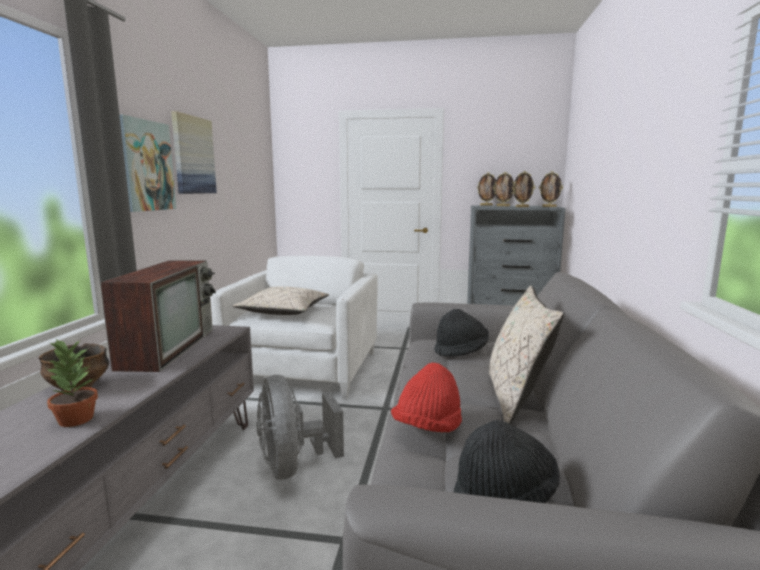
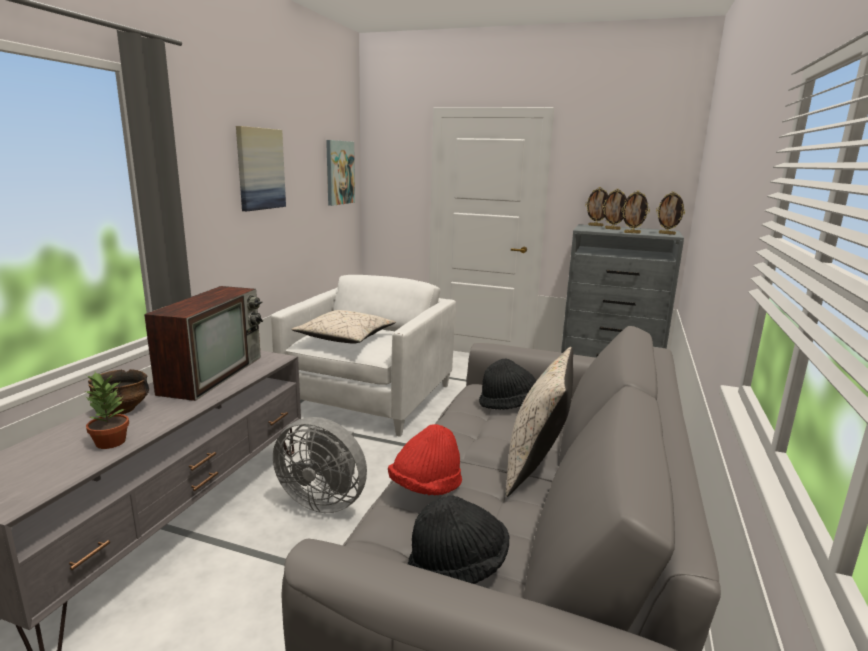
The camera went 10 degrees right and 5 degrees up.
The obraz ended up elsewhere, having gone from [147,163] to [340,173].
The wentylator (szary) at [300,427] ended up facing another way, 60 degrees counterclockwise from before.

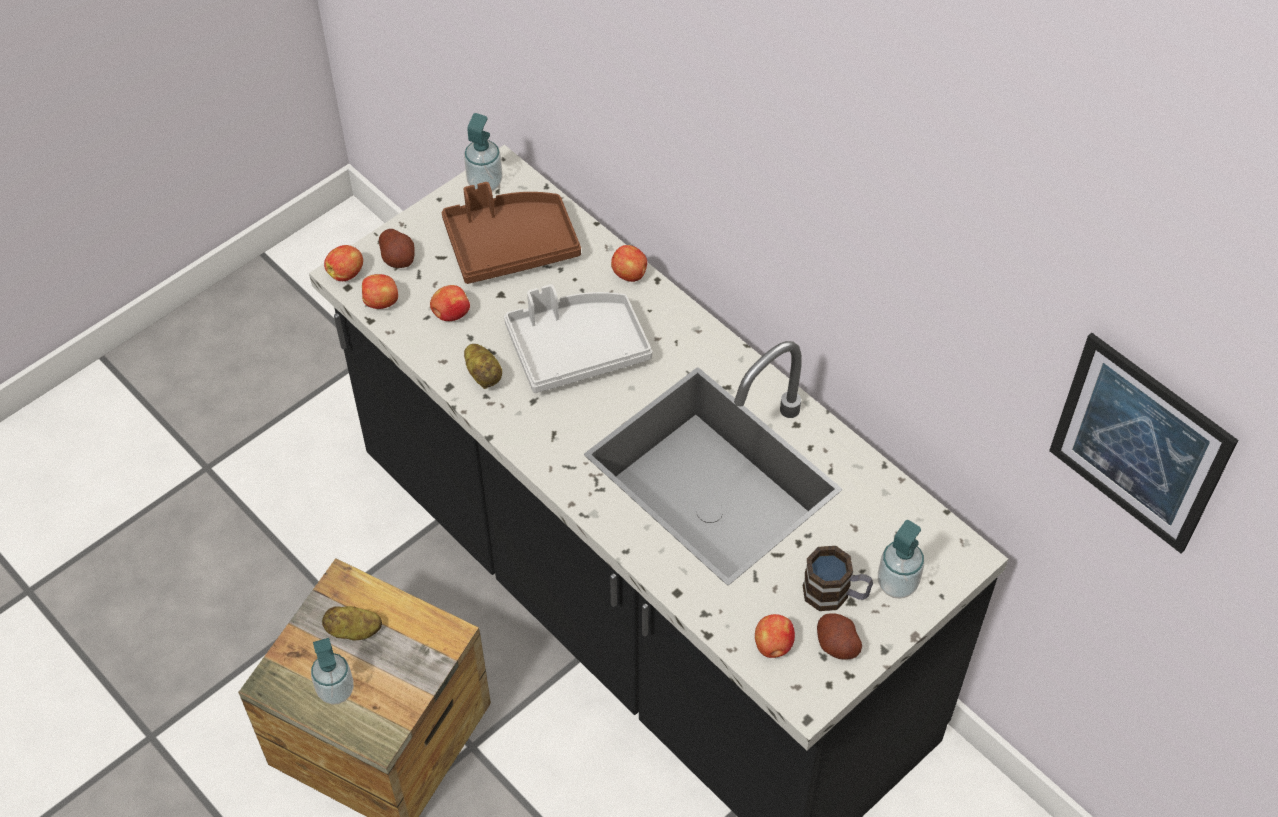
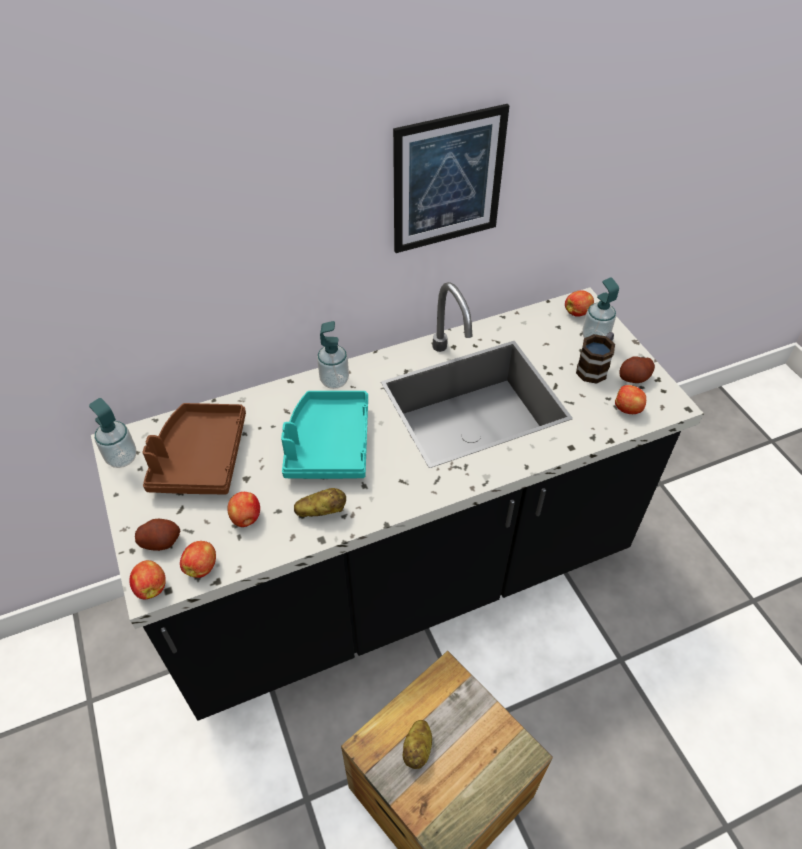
The camera went 70 degrees left and 5 degrees down.
The dozownik mydła ended up elsewhere, having gone from [332,671] to [333,355].
The jabłko ended up elsewhere, having gone from [629,263] to [579,303].
The obraz ended up elsewhere, having gone from [1143,443] to [451,178].
What was the taca (szary) at [578,338] turned into the taca (turkusowy) at [324,435].

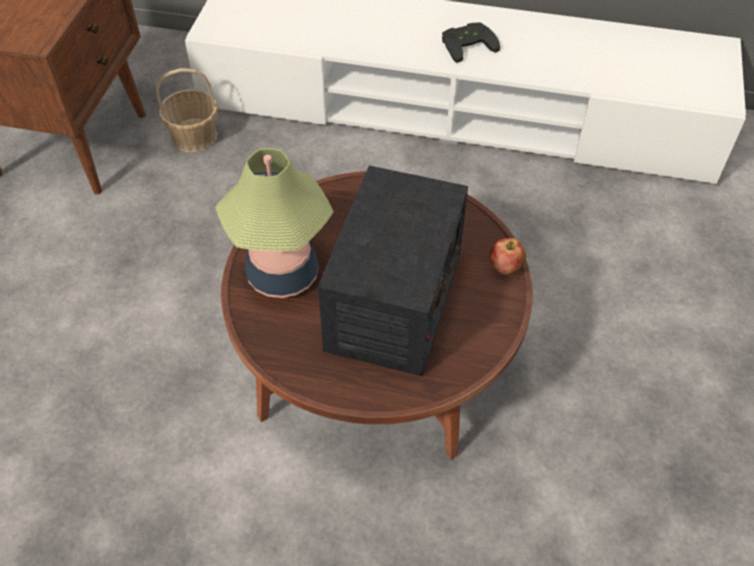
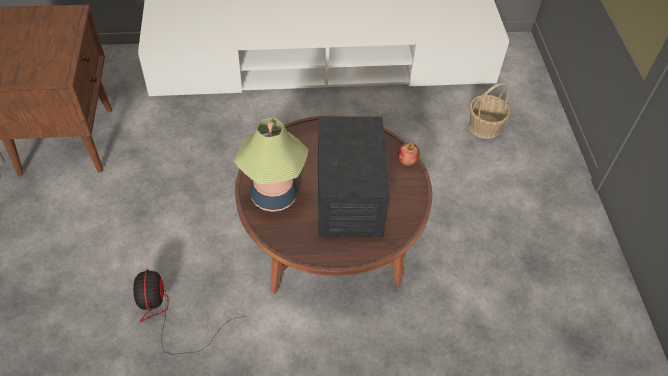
The camera went 20 degrees left and 0 degrees up.
The second view lost the pad do gier (czarny) at [471,42].
The second view gained the wentylator at [190,312].
The koszyk ended up elsewhere, having gone from [187,110] to [489,111].

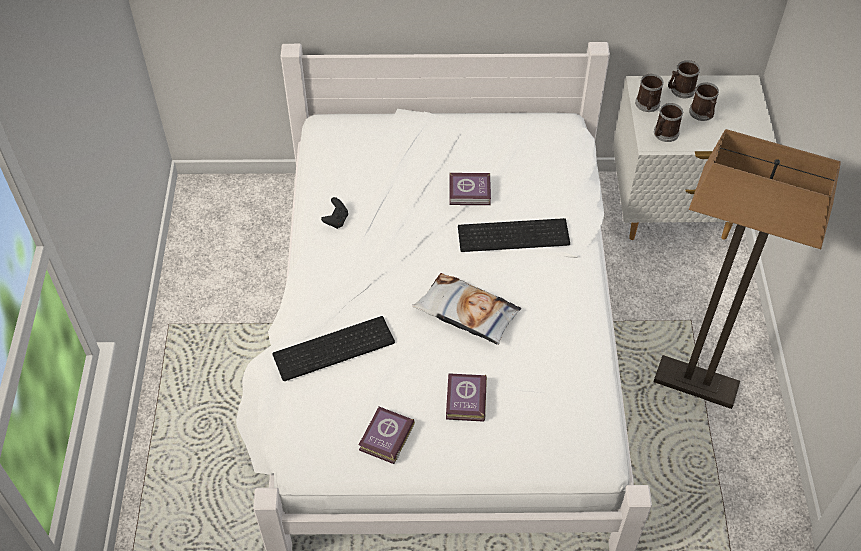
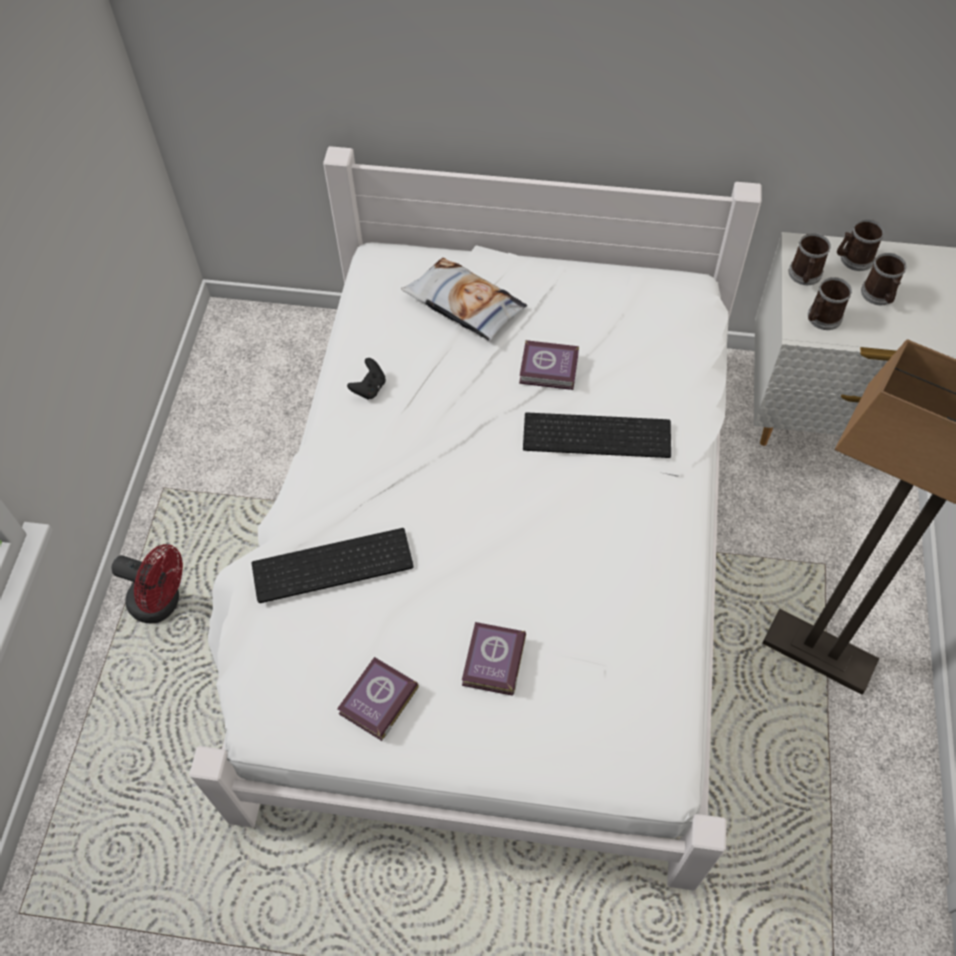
The camera went 10 degrees right and 5 degrees up.
The second view gained the wentylator (czerwony) at [147,583].
The poduszka ended up elsewhere, having gone from [466,309] to [464,299].

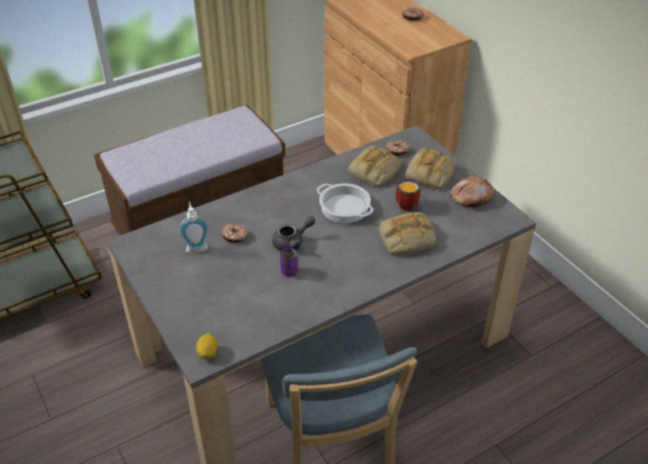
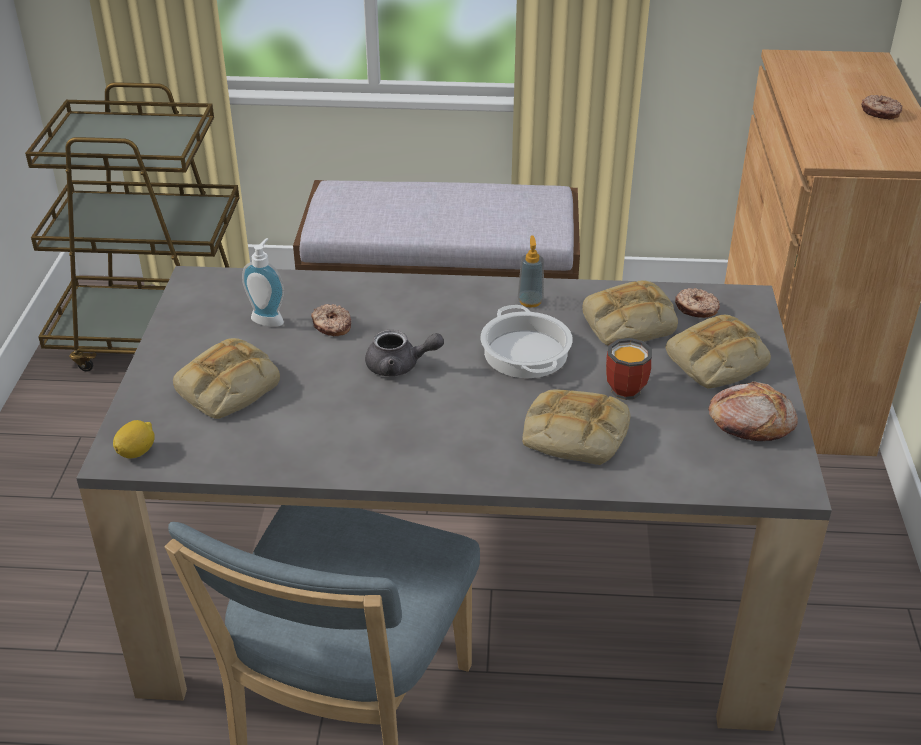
The camera went 35 degrees right and 5 degrees down.
The second view lost the filiżanka (fioletowy) at [289,262].
The second view gained the chleb at [226,378].
The second view gained the dozownik mydła at [530,272].

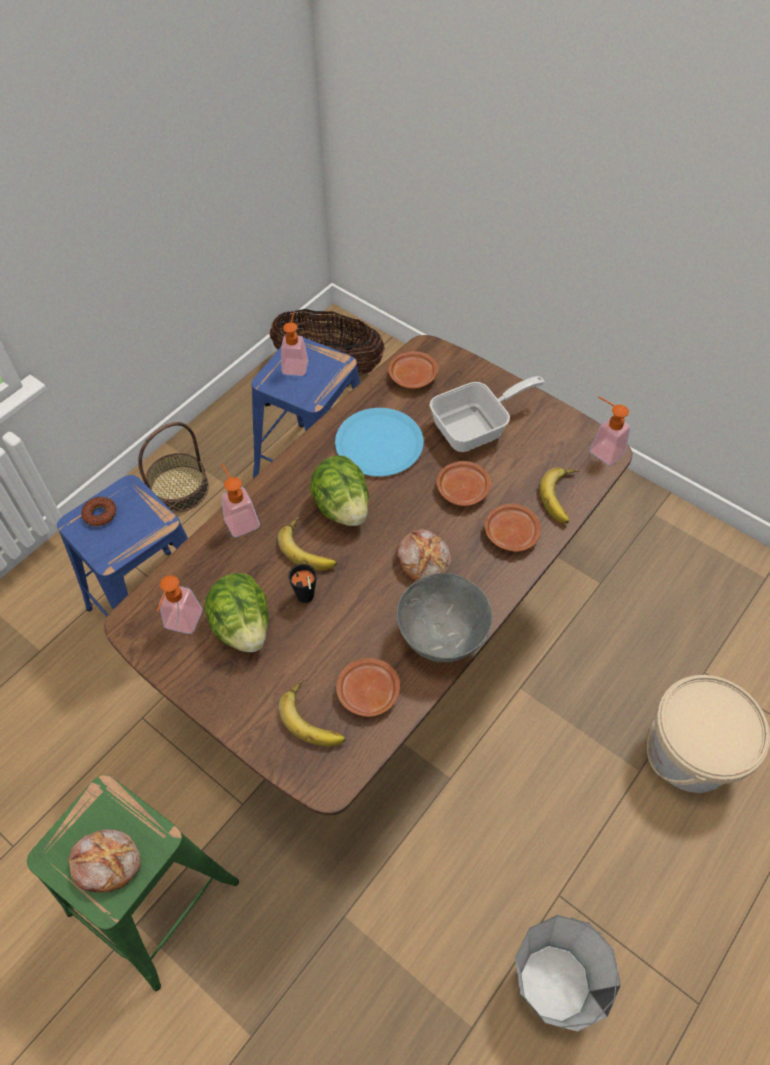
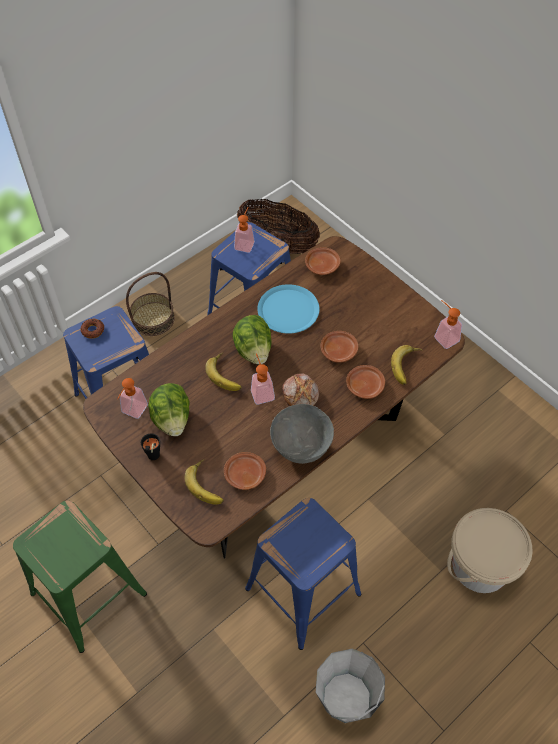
The camera went 10 degrees right and 0 degrees up.
The second view lost the chleb at [104,860].
The second view lost the patelnia at [487,414].
The second view gained the stołek (niebieski) at [303,574].
The dozownik mydła ended up elsewhere, having gone from [240,500] to [263,378].
The filiżanka (czarny) ended up elsewhere, having gone from [302,583] to [150,446].

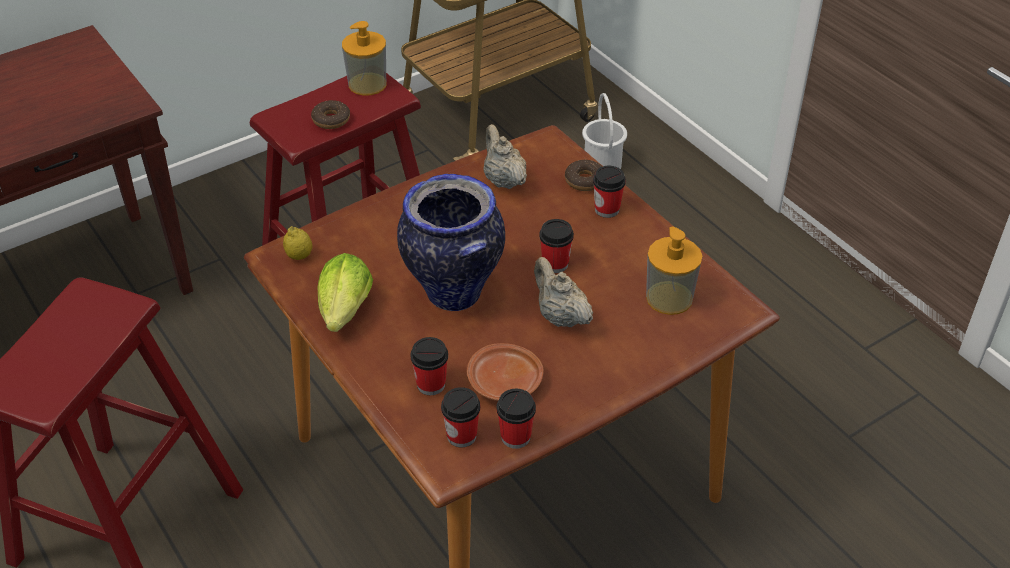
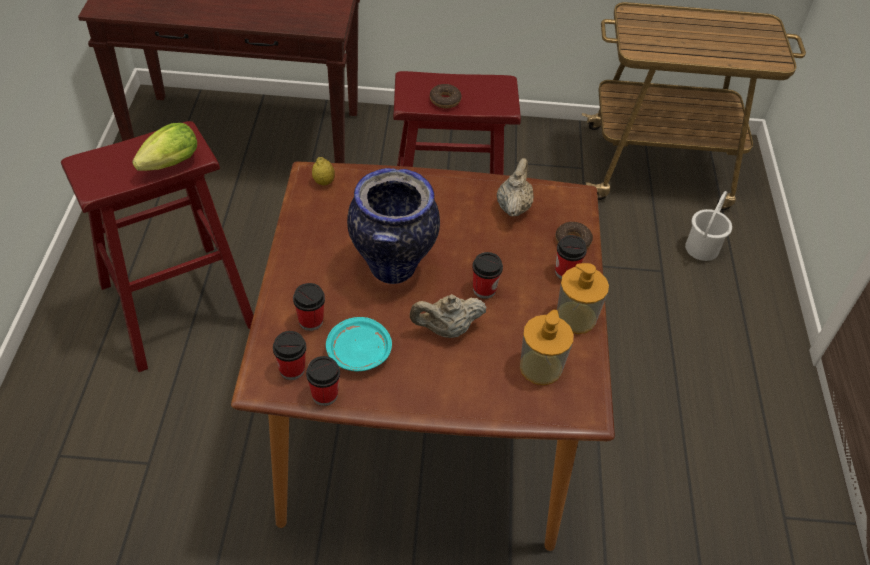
The camera went 35 degrees right and 5 degrees up.
The sałata ended up elsewhere, having gone from [345,292] to [164,147].
The dozownik mydła ended up elsewhere, having gone from [364,58] to [583,298].
What was the talerz (brązowy) at [505,372] turned into the talerz (turkusowy) at [359,344].
The imbryk (beżowy) at [563,292] ended up facing another way, 105 degrees counterclockwise from before.

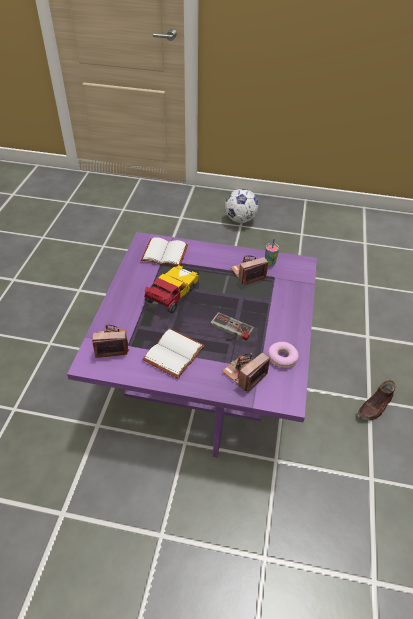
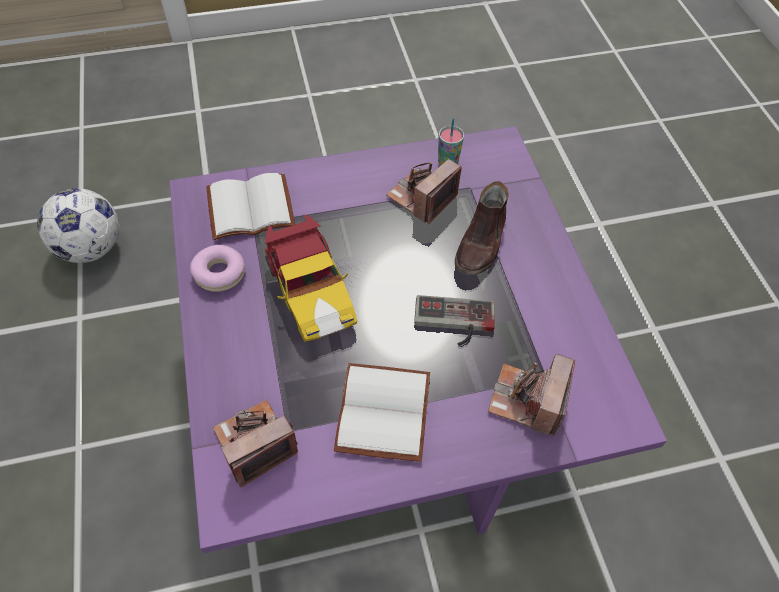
The camera went 25 degrees left and 10 degrees up.
The piłka futbolowa ended up elsewhere, having gone from [242,206] to [78,225].
The donut ended up elsewhere, having gone from [283,355] to [217,268].
The but (brązowy) ended up elsewhere, having gone from [377,400] to [482,228].
The samochodzik at [171,289] ended up facing another way, 150 degrees clockwise from before.

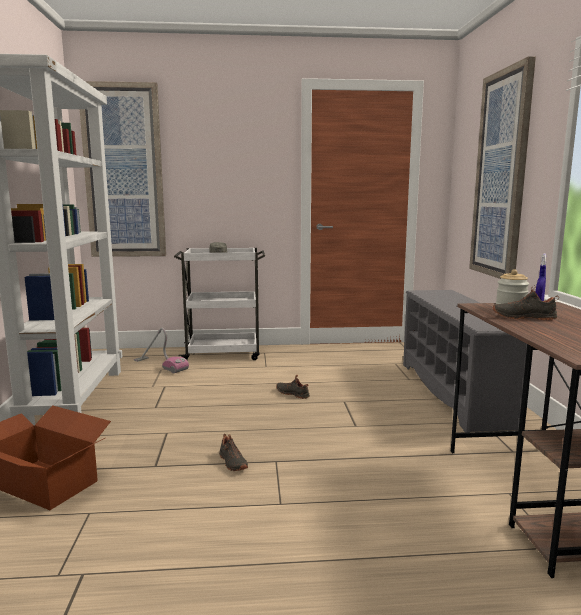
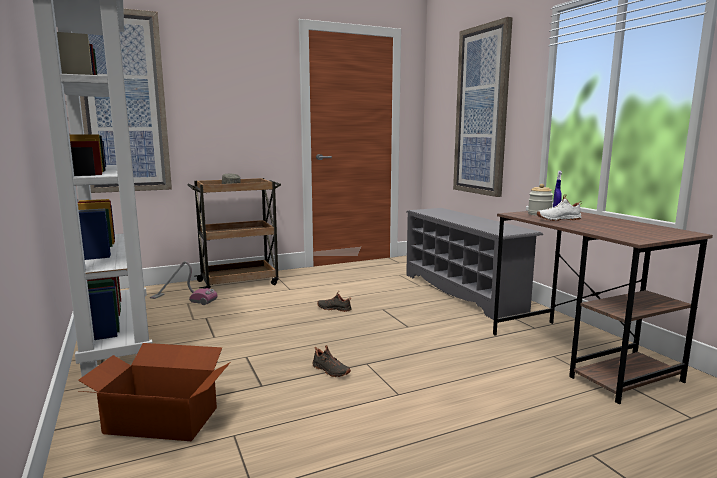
The camera went 20 degrees left and 0 degrees up.
What was the wózek (biały) at [219,304] turned into the wózek (brązowy) at [234,233].
What was the but (czarny) at [526,302] turned into the but (biały) at [559,207].

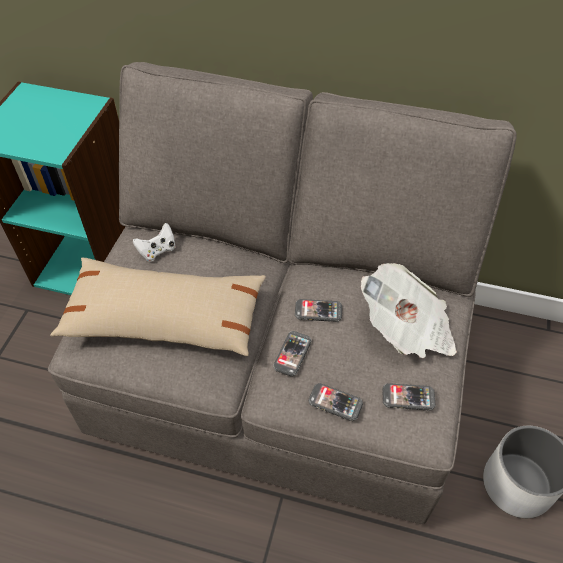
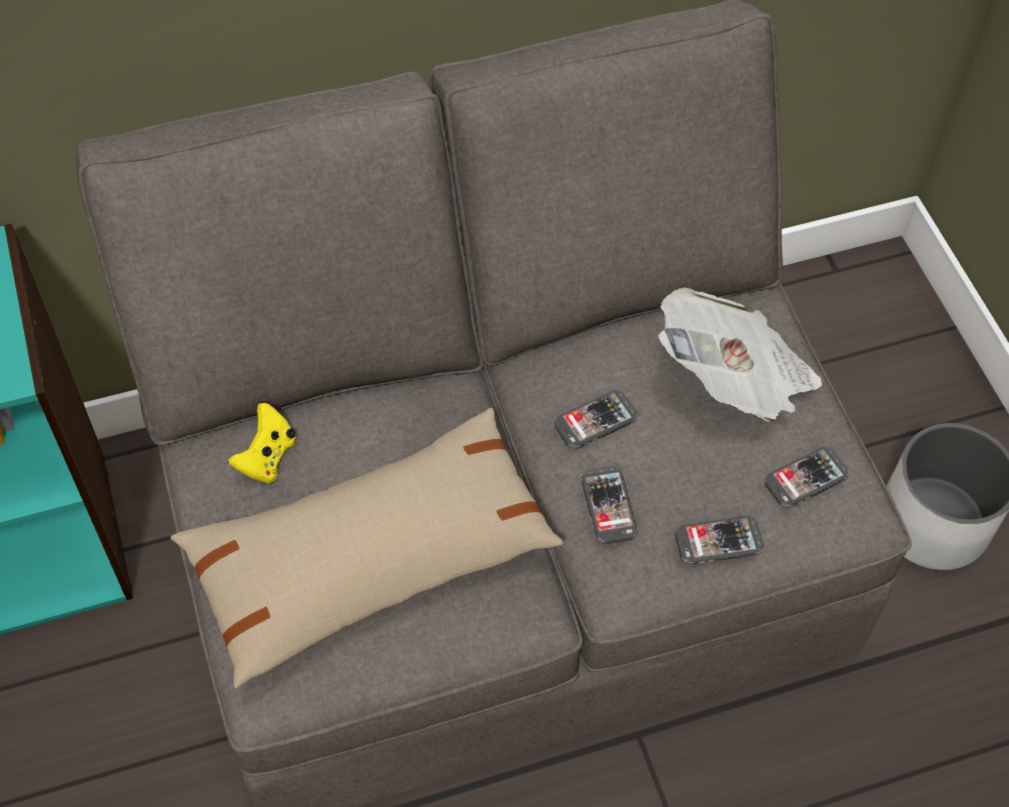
The camera went 35 degrees left and 5 degrees up.
What was the pad do gier (biały) at [154,242] turned into the pad do gier (żółty) at [262,443].

